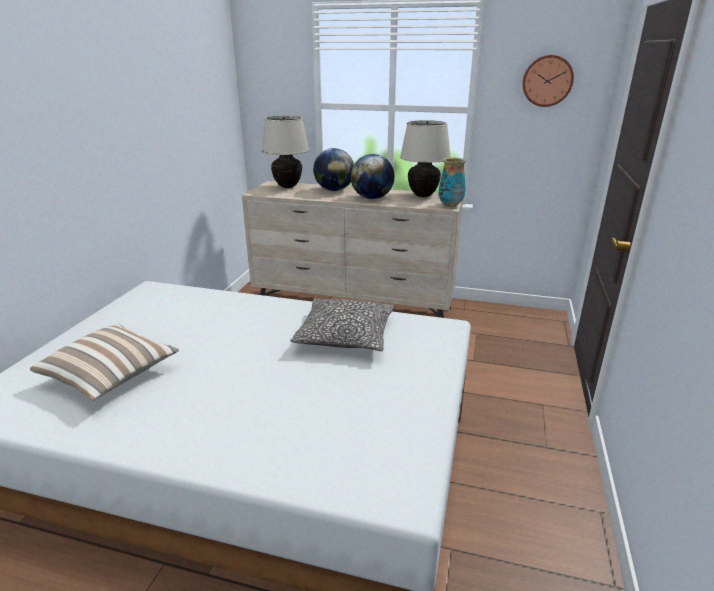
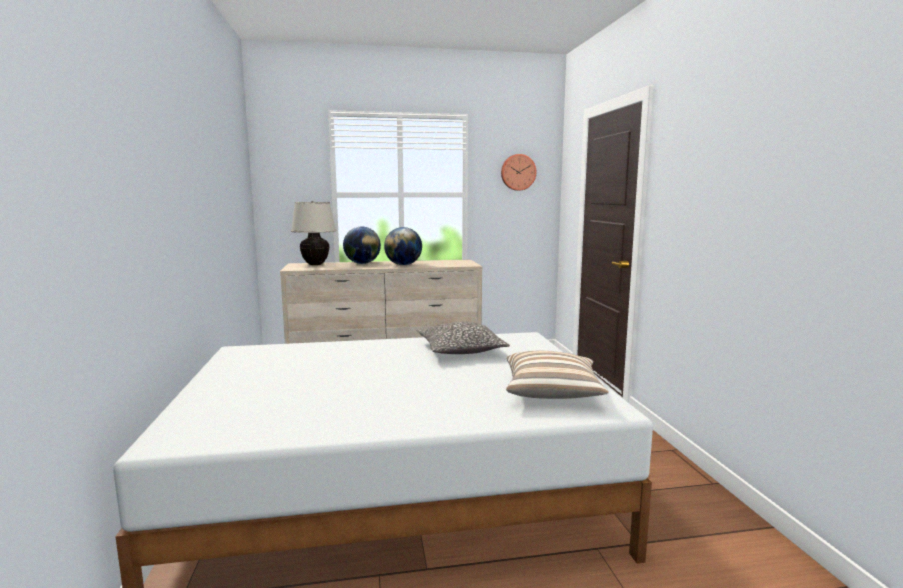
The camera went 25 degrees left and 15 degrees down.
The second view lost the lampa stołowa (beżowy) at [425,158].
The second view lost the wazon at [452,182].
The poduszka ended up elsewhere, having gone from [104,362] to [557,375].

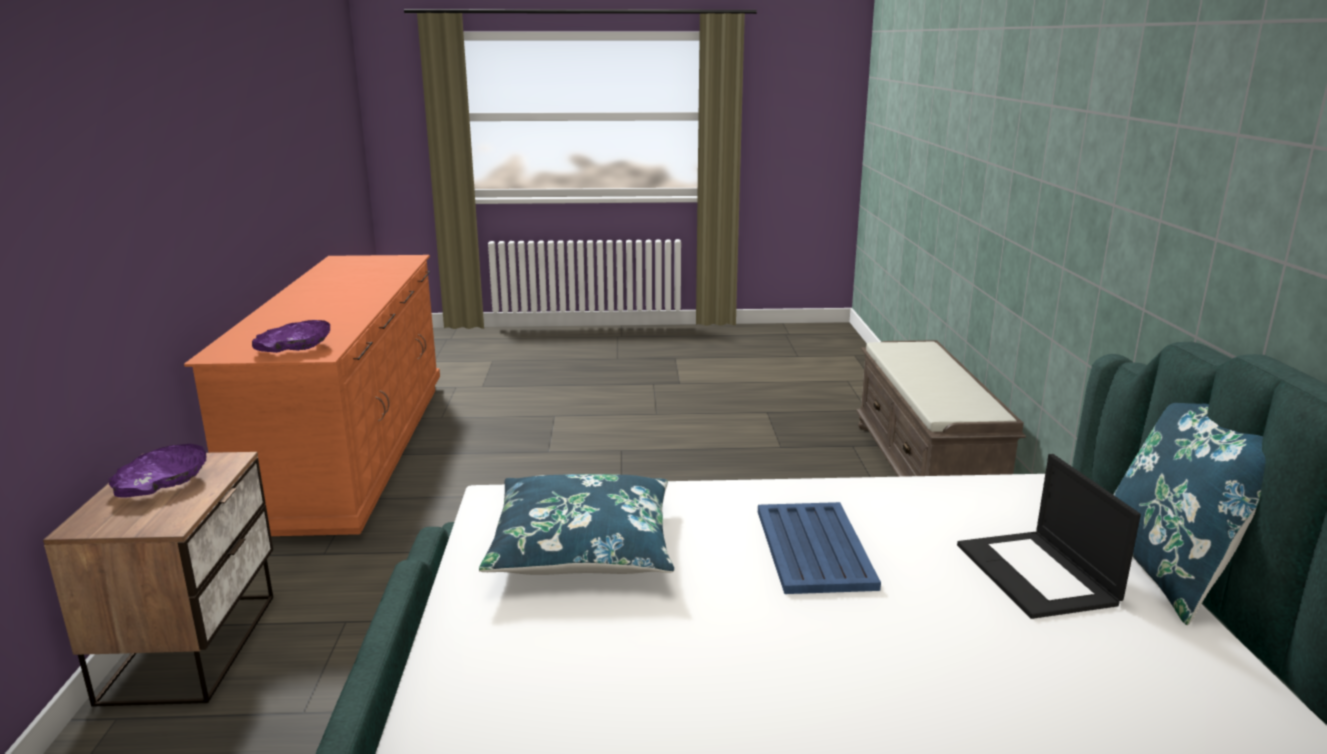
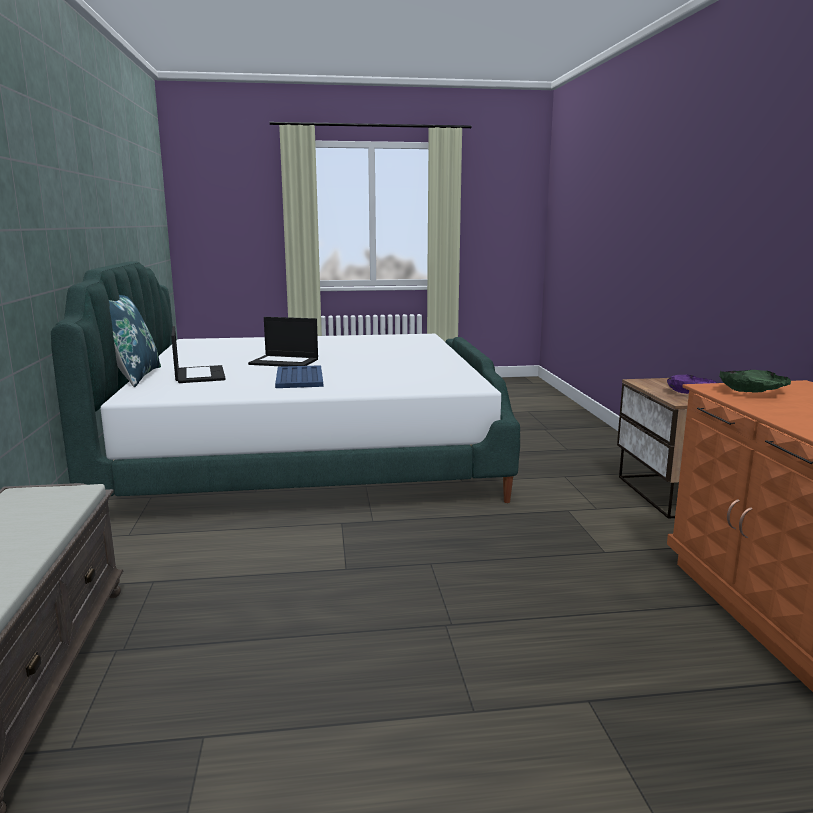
The camera went 175 degrees right and 5 degrees down.
The second view lost the poduszka (niebieski) at [576,524].
The second view gained the laptop at [283,342].
What was the miska (fioletowy) at [291,336] turned into the miska (zielony) at [755,381].

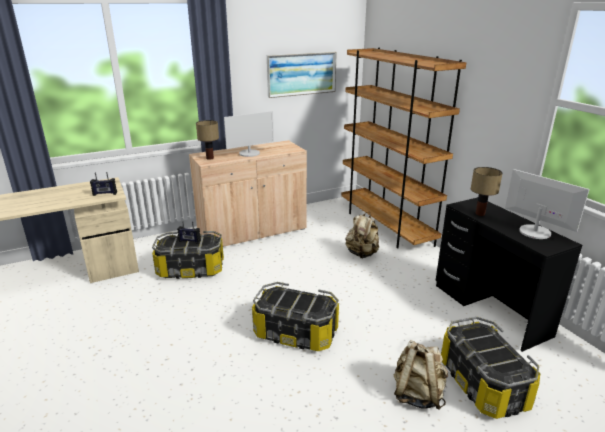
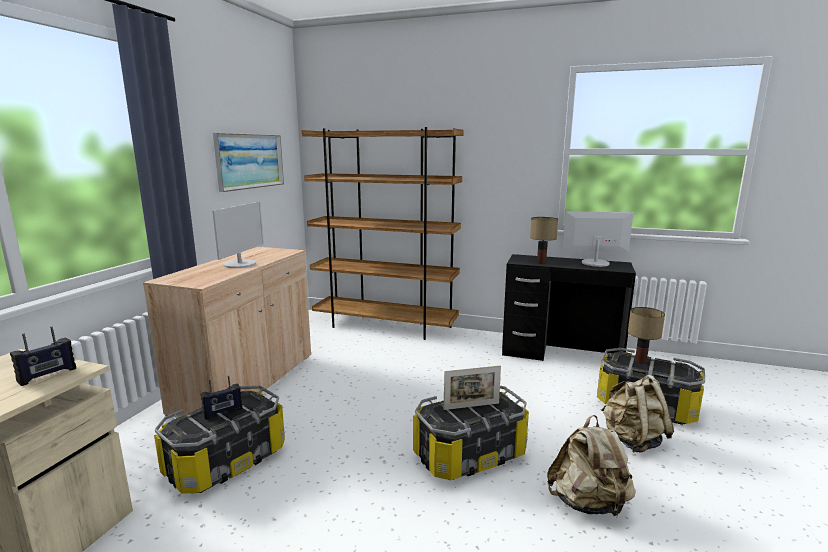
The camera went 45 degrees left and 10 degrees down.
The second view gained the ramka na zdjęcie at [472,387].
The lampa stołowa ended up elsewhere, having gone from [207,140] to [646,335].
The plecak (beżowy) ended up elsewhere, having gone from [362,235] to [591,466].

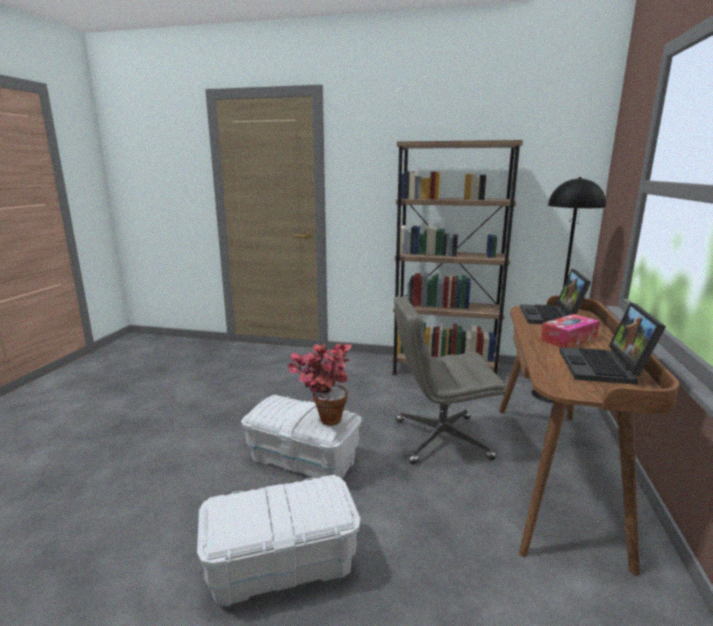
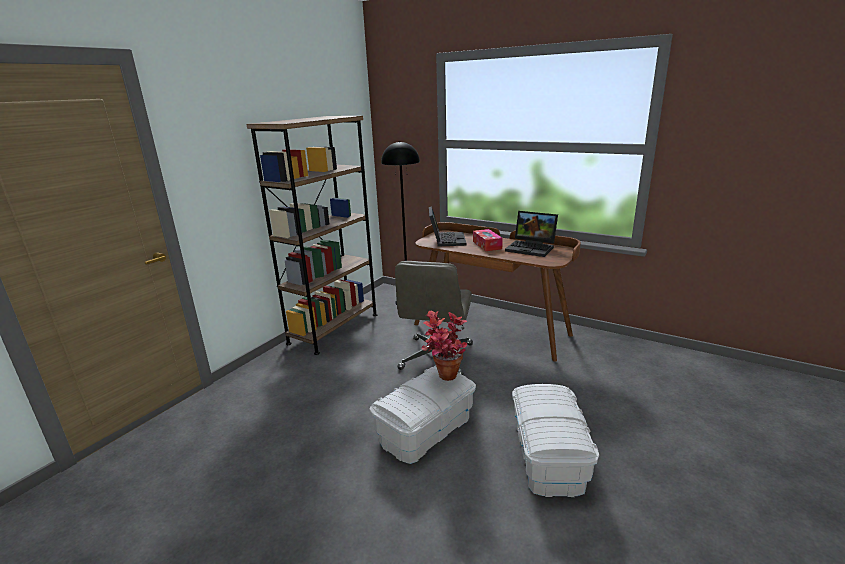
The camera went 70 degrees left and 5 degrees up.
The laptop at [555,296] ended up facing another way, 120 degrees counterclockwise from before.

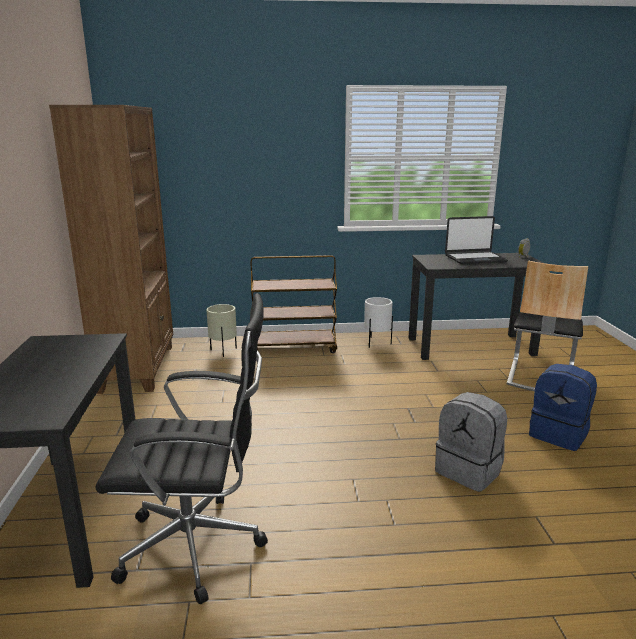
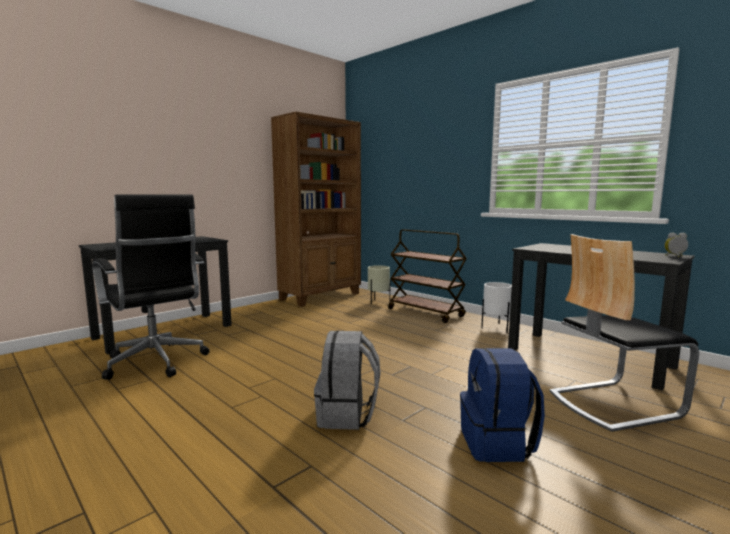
The camera went 50 degrees right and 10 degrees down.
The second view lost the laptop at [476,240].

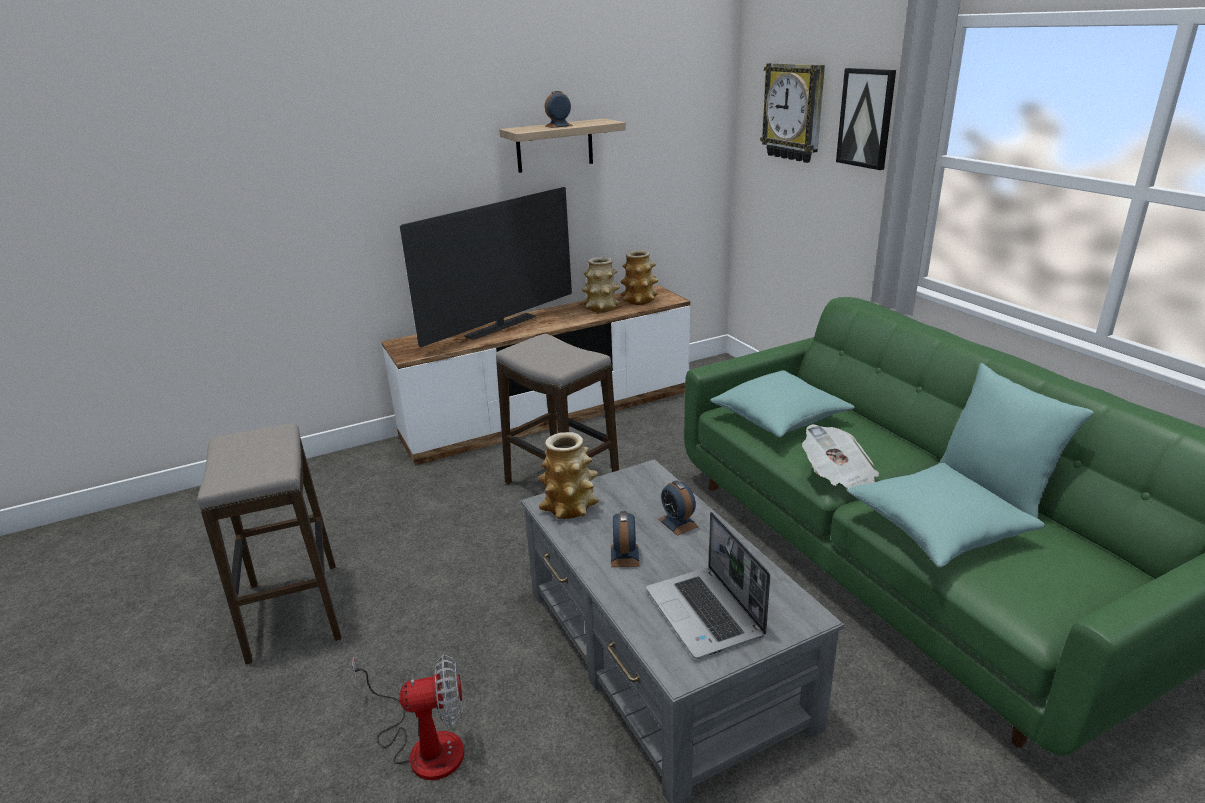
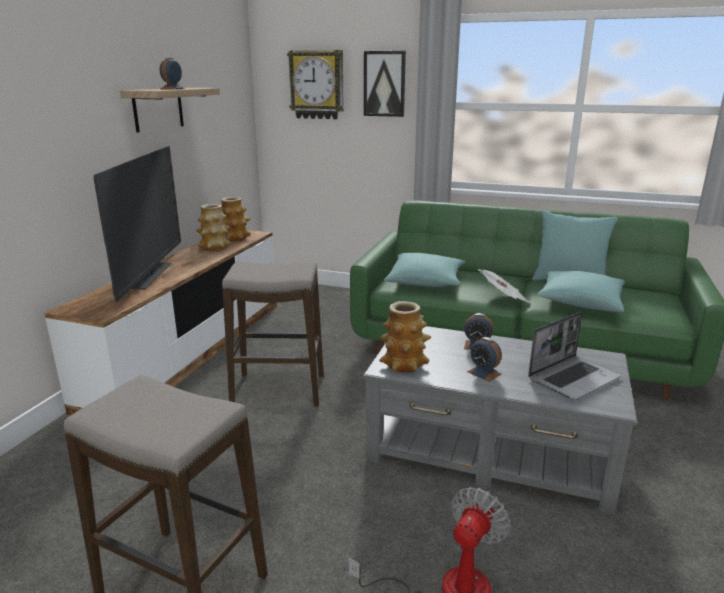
The camera went 45 degrees left and 5 degrees down.
The laptop at [708,585] ended up facing another way, 60 degrees counterclockwise from before.

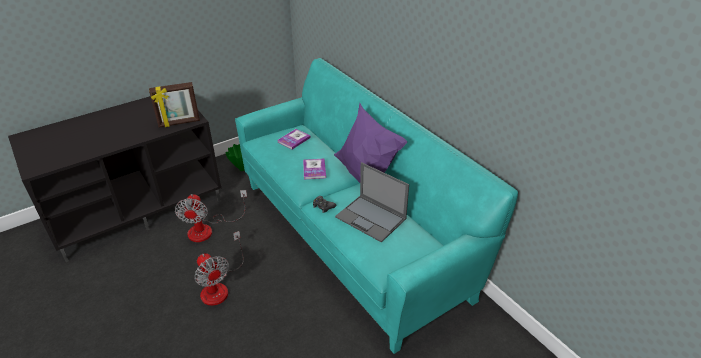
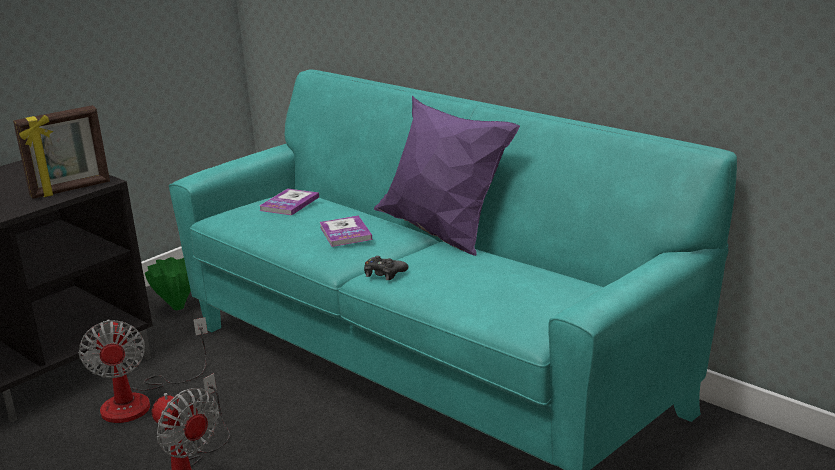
The camera went 10 degrees left and 15 degrees down.
The second view lost the laptop at [372,202].

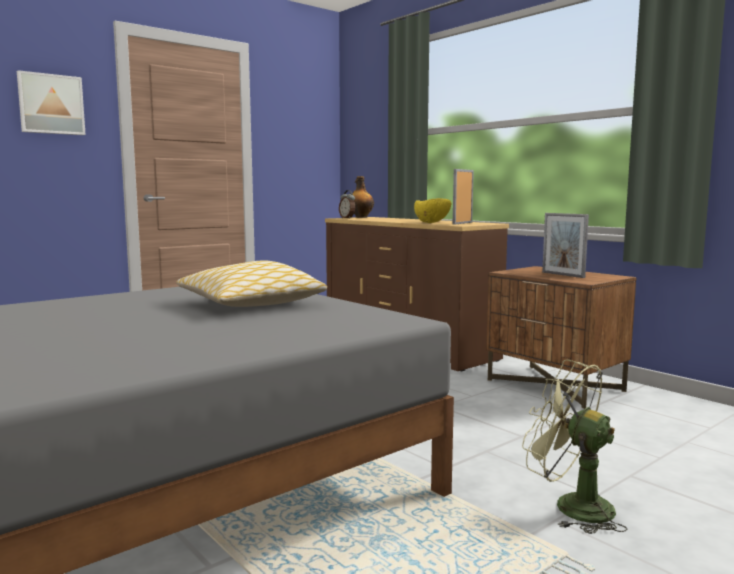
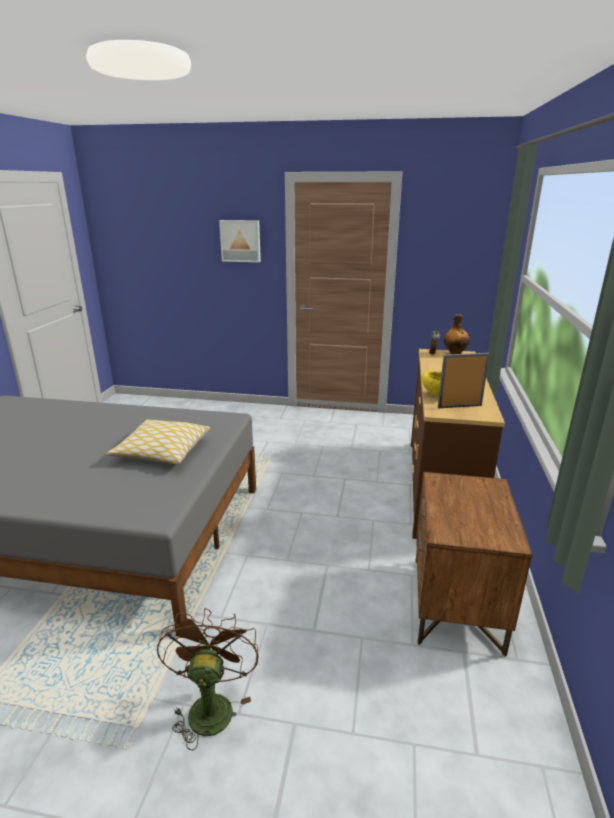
The camera went 50 degrees right and 15 degrees up.
The second view lost the ramka na zdjęcie at [565,245].
What was the wentylator (zielony) at [574,446] turned into the wentylator (brązowy) at [208,679].

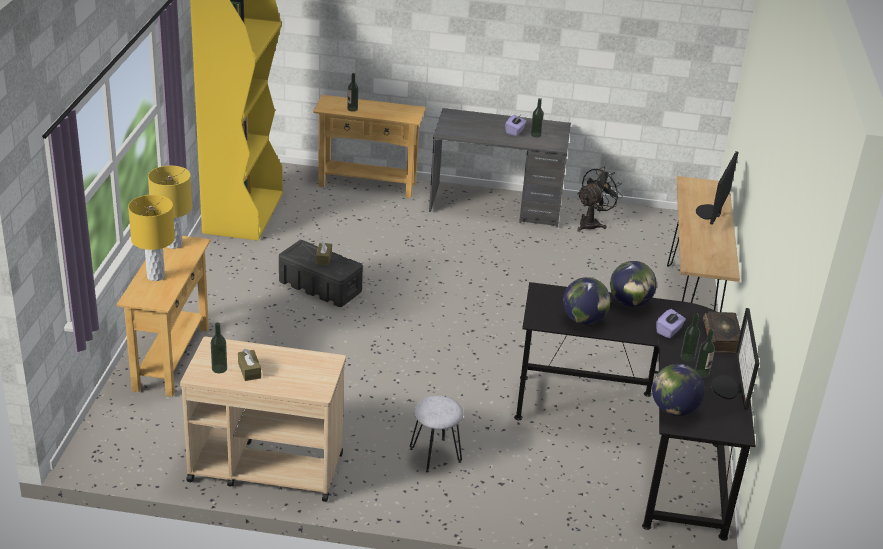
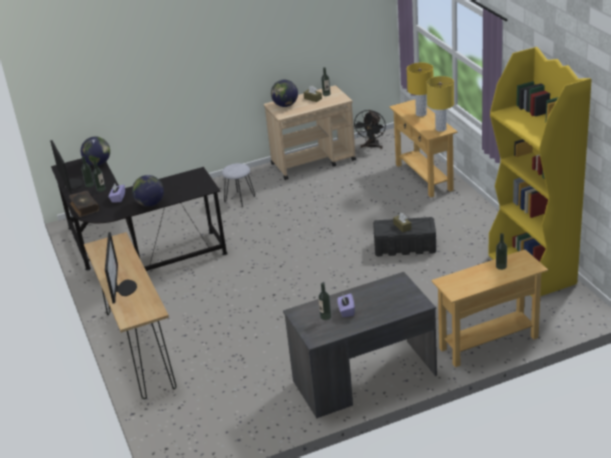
The camera went 155 degrees right and 0 degrees up.
The globus ended up elsewhere, having gone from [586,301] to [284,93].
The wentylator (czarny) ended up elsewhere, having gone from [600,199] to [370,129].

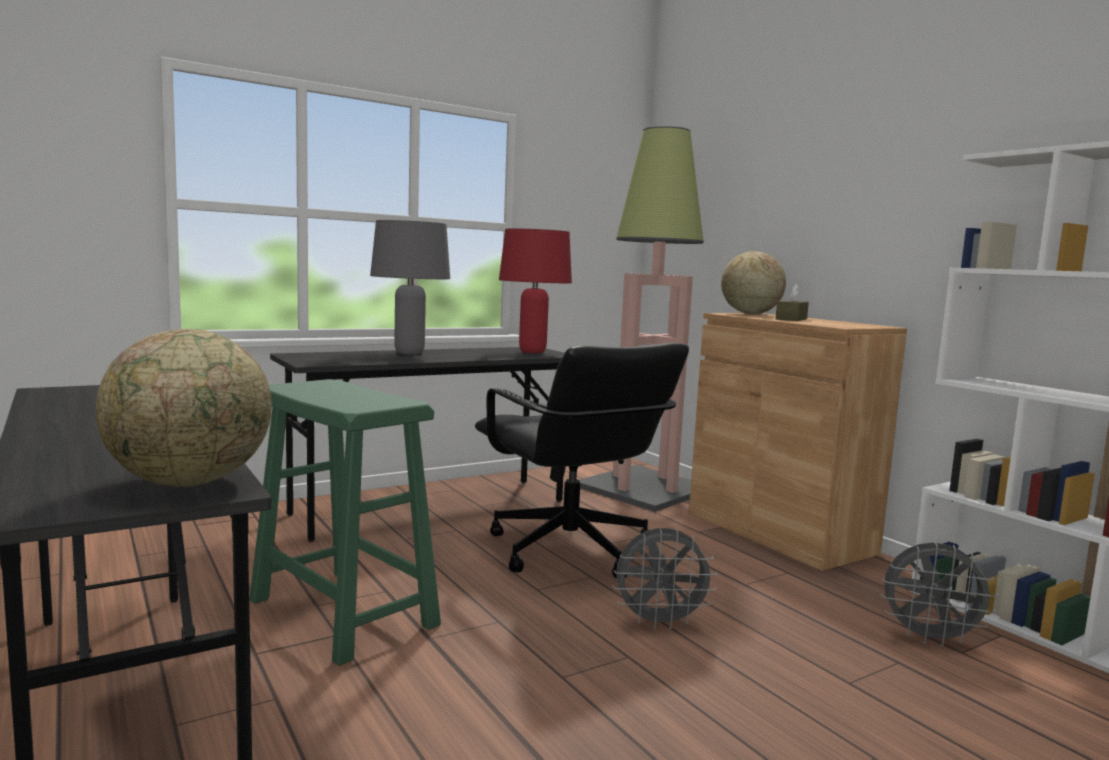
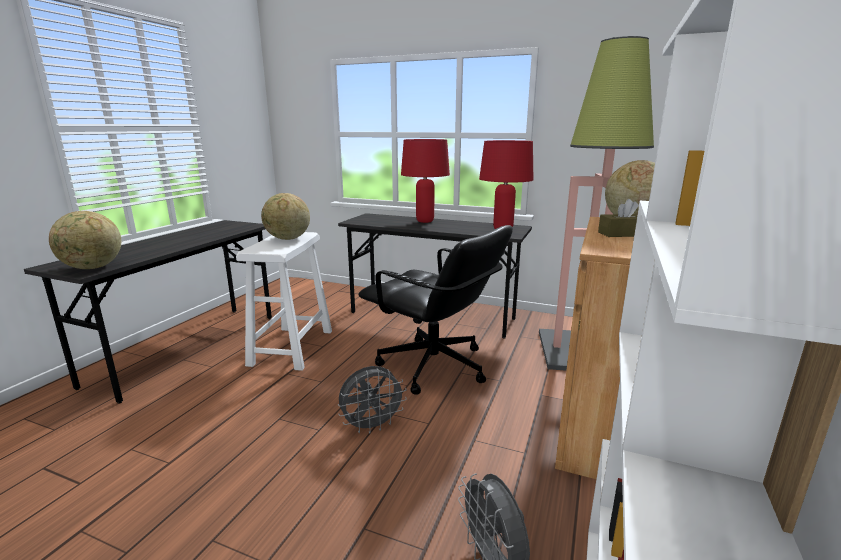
The camera went 55 degrees right and 10 degrees up.
The second view gained the globus at [285,216].
What was the stołek (zielony) at [345,522] turned into the stołek (biały) at [284,301].
What was the lampa stołowa (szary) at [410,287] turned into the lampa stołowa (czerwony) at [425,181].
The krzesło biurowe (czarny) at [582,460] ended up facing another way, 75 degrees counterclockwise from before.
The wentylator (szary) at [665,579] ended up facing another way, 75 degrees counterclockwise from before.

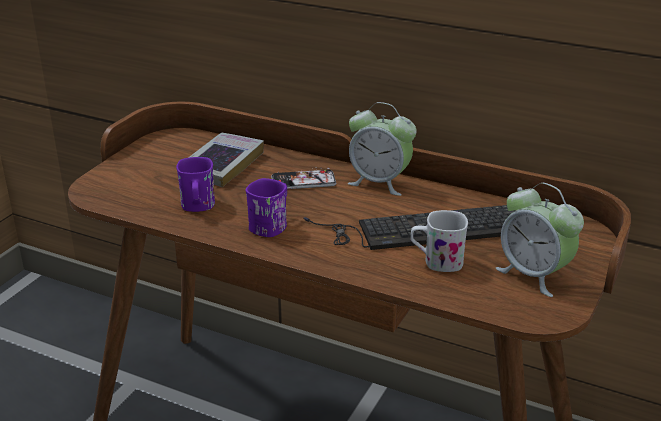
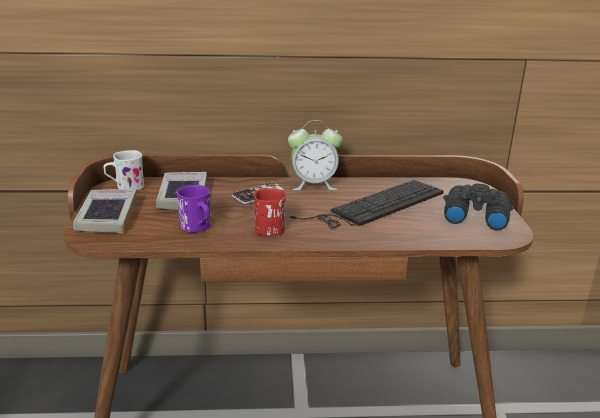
The camera went 30 degrees left and 5 degrees down.
The second view gained the książka at [105,211].
The kubek (biały) ended up elsewhere, having gone from [439,241] to [124,170].
Where the budzik stood at [540,240], the lornetka (czarny) came to stand at [478,207].
What was the kubek (fioletowy) at [266,207] turned into the kubek (czerwony) at [270,212].

